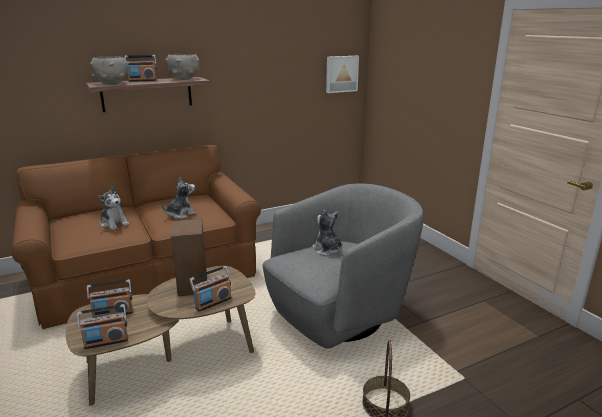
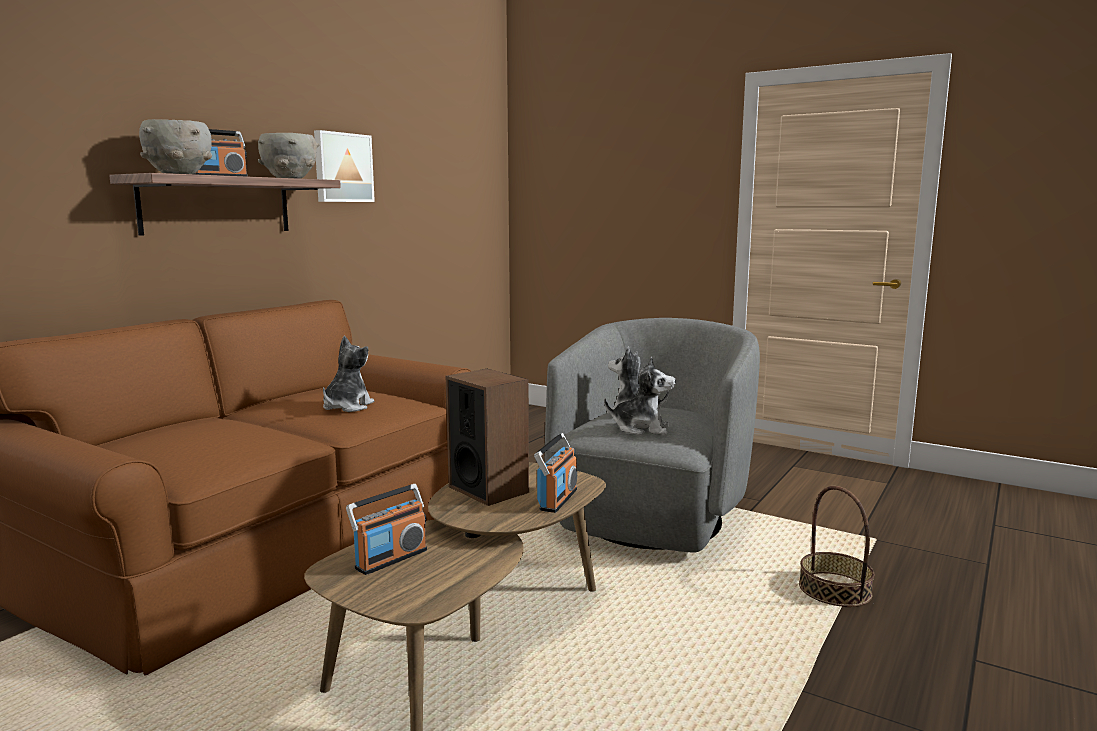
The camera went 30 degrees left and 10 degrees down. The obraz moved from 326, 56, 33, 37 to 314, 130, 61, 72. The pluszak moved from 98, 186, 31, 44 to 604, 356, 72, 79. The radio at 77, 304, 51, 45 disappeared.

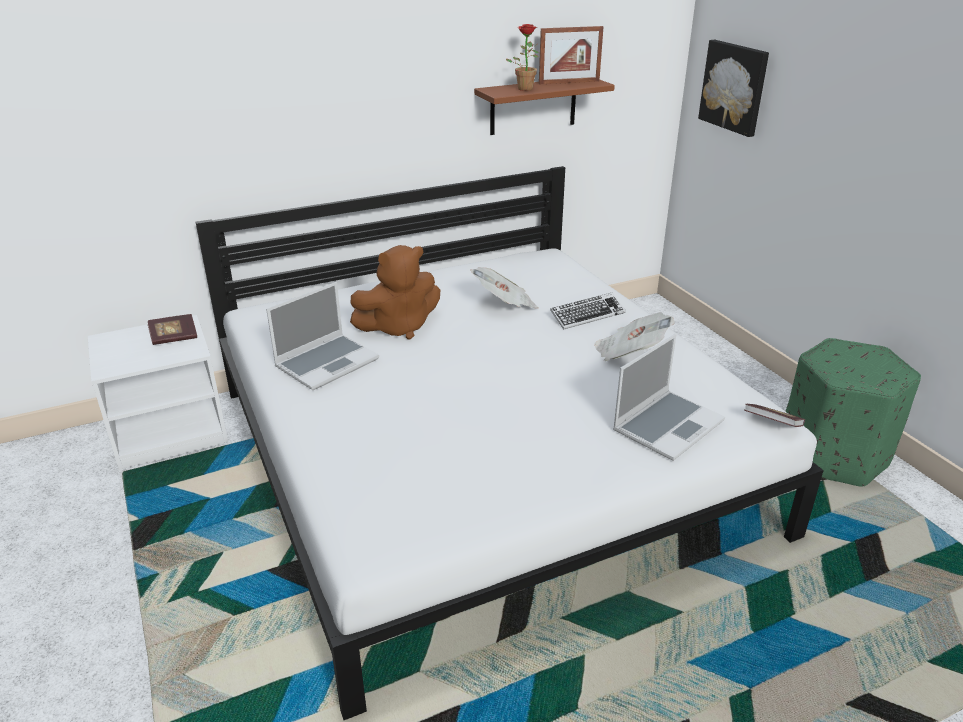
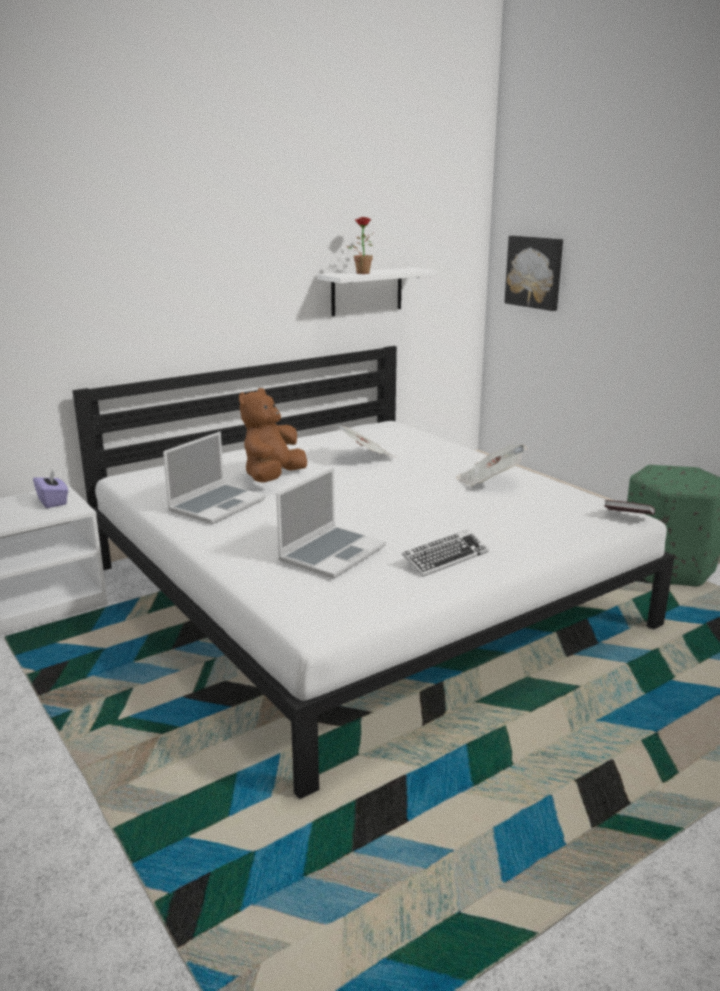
The camera went 10 degrees left and 10 degrees down. The książka at 148, 314, 49, 31 was replaced by the pudełko chusteczek/fioletowy at 33, 470, 35, 38. The pluszak/brązowy at 350, 245, 90, 95 turned 150 degrees clockwise. The laptop moved from 613, 334, 112, 127 to 276, 467, 110, 111. The półka/brązowy at 474, 80, 141, 55 became the półka/biały at 318, 267, 119, 49. The klawiatura moved from 550, 293, 76, 37 to 402, 529, 87, 48. The ramka na zdjęcie at 539, 26, 65, 58 disappeared.

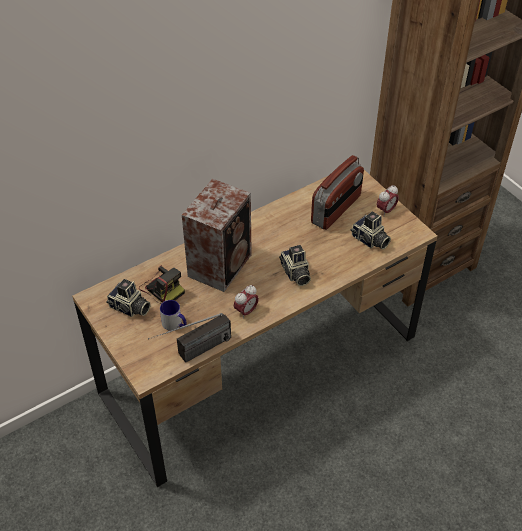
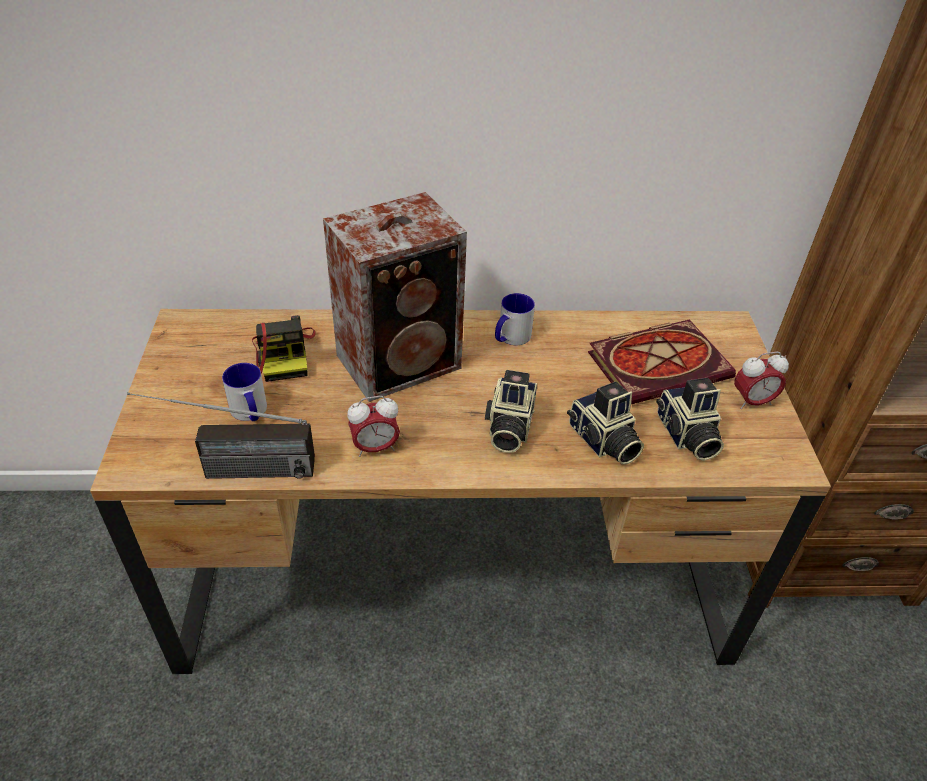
The camera went 30 degrees right and 5 degrees down. The kubek at 495, 293, 40, 52 appeared. The aparat fotograficzny moved from 106, 279, 44, 38 to 567, 381, 77, 84. The radio at 311, 155, 53, 75 was replaced by the książka at 588, 319, 148, 85.

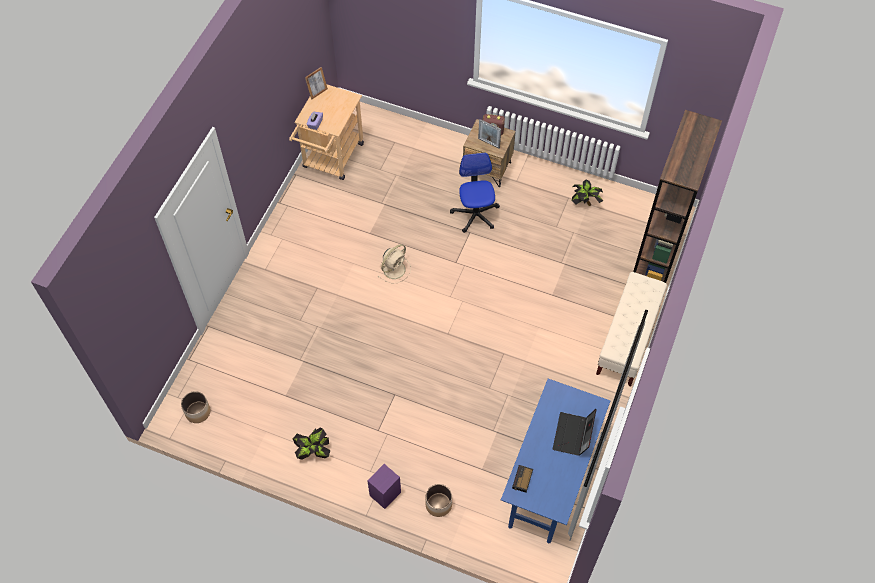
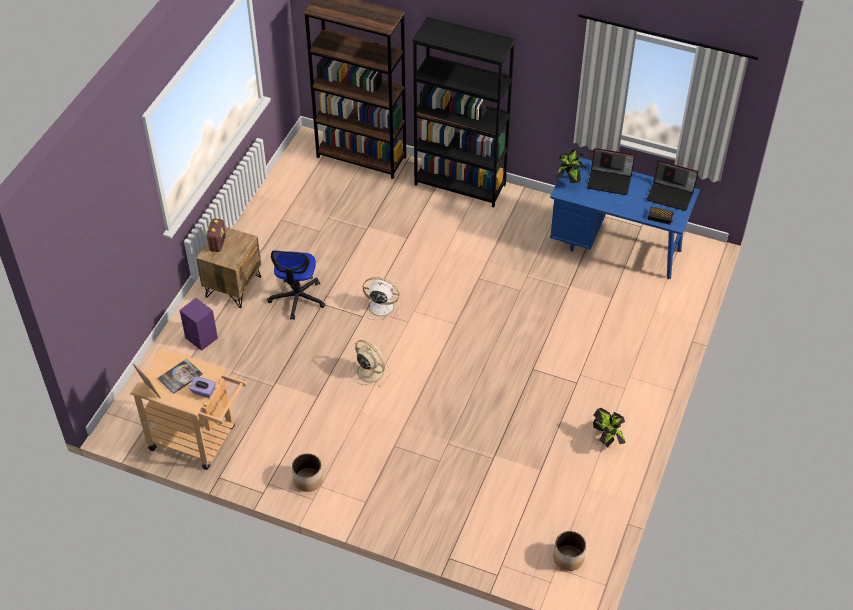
The camera went 90 degrees left and 10 degrees down. The książka at 158, 359, 45, 35 appeared. The głośnik/fioletowy moved from 367, 464, 34, 45 to 180, 298, 38, 53. The krzesło biurowe at 450, 152, 50, 81 turned 75 degrees counterclockwise. The donica moved from 425, 484, 27, 33 to 292, 453, 31, 39. The wentylator/biały at 362, 277, 38, 43 appeared. The ławka/beżowy at 596, 272, 71, 115 was replaced by the regał/czarny at 413, 17, 102, 190. The roślina doniczkowa moved from 572, 180, 31, 26 to 555, 149, 31, 34. The laptop at 647, 161, 51, 50 appeared. The ramka na zdjęcie at 478, 119, 23, 29 disappeared.

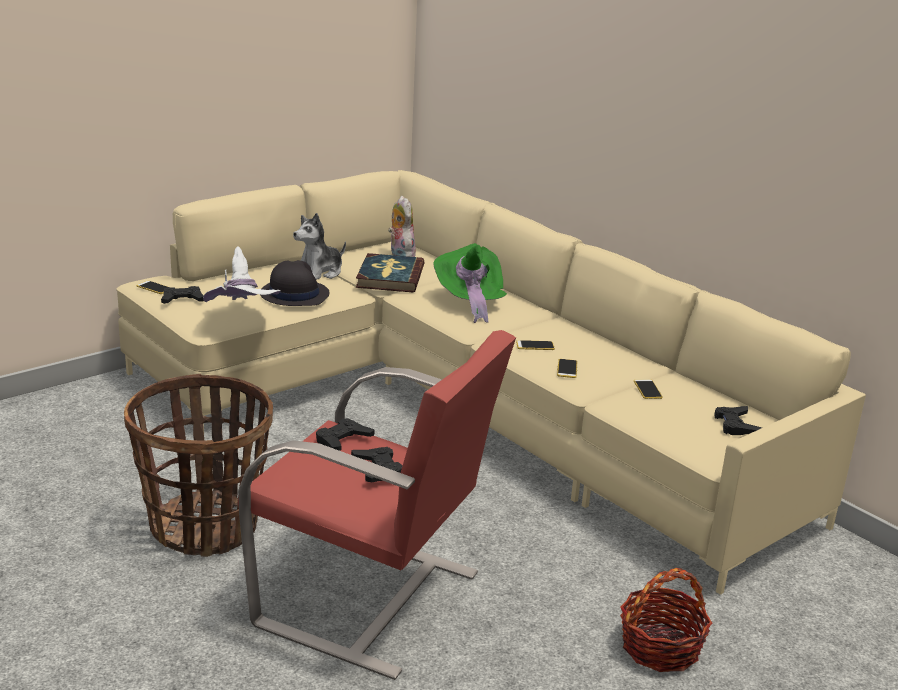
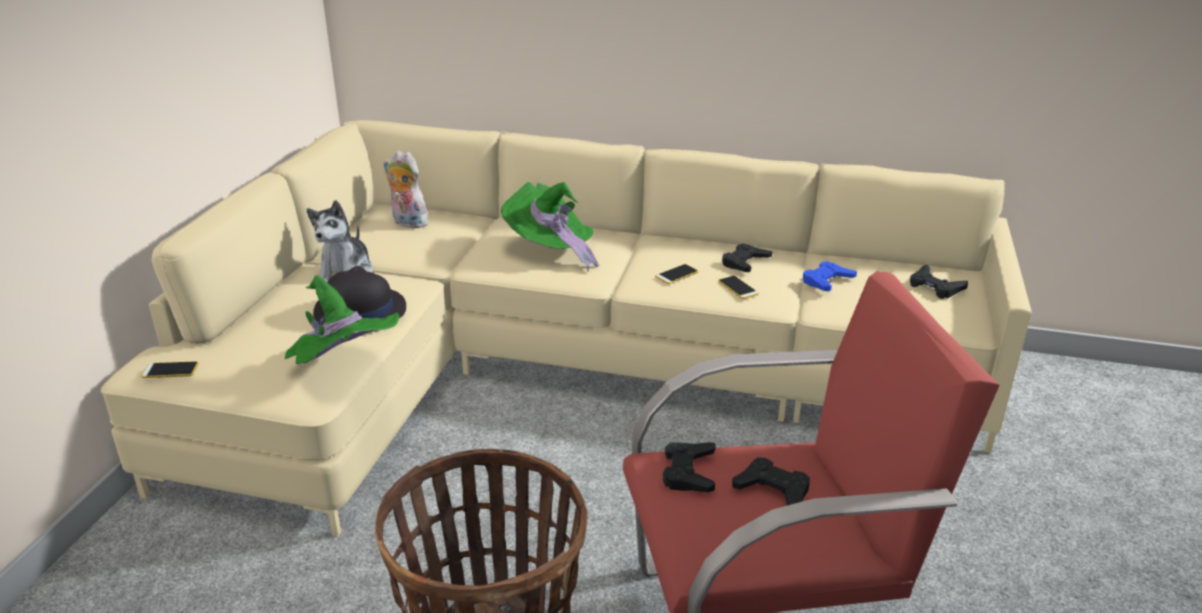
The camera went 35 degrees left and 5 degrees up. The kapelusz/biały at 203, 246, 78, 56 became the kapelusz/zielony at 285, 275, 114, 89. The pad do gier/czarny moved from 161, 286, 43, 18 to 722, 243, 51, 29. The telefon at 634, 379, 29, 20 was replaced by the pad do gier/niebieski at 803, 261, 54, 30. The książka at 356, 253, 69, 39 disappeared. The koszyk at 620, 568, 92, 104 disappeared.

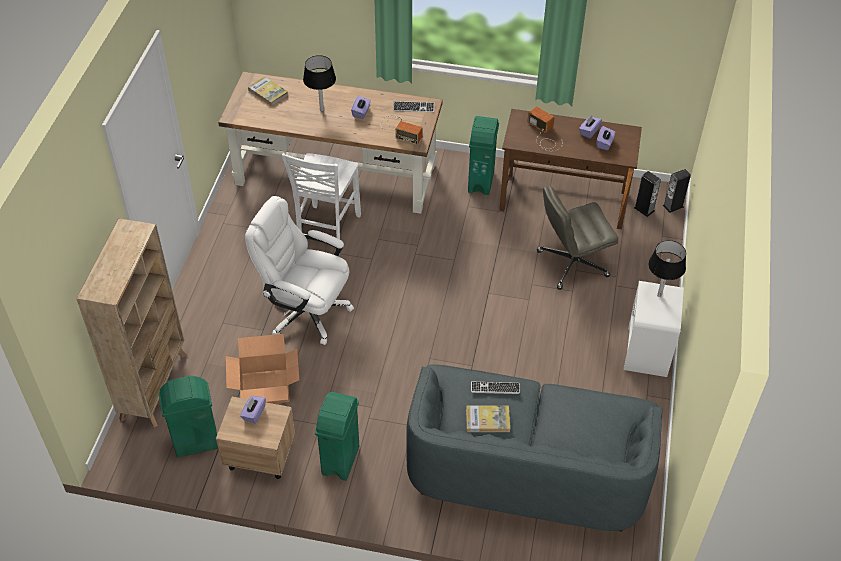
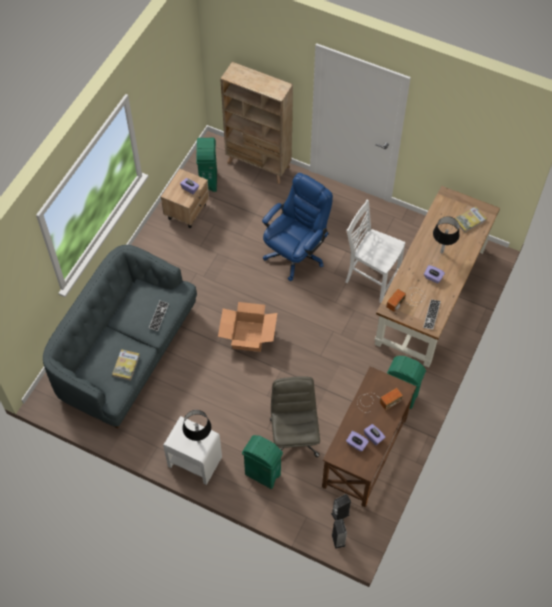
The camera went 105 degrees right and 10 degrees up. The książka moved from 466, 405, 44, 27 to 112, 349, 28, 32. The karton moved from 226, 334, 73, 70 to 218, 302, 59, 50. The kosz na śmieci/zielony moved from 315, 392, 44, 89 to 242, 435, 41, 54. The krzesło biurowe/biały at 245, 196, 109, 149 became the krzesło biurowe/niebieski at 262, 173, 71, 108.

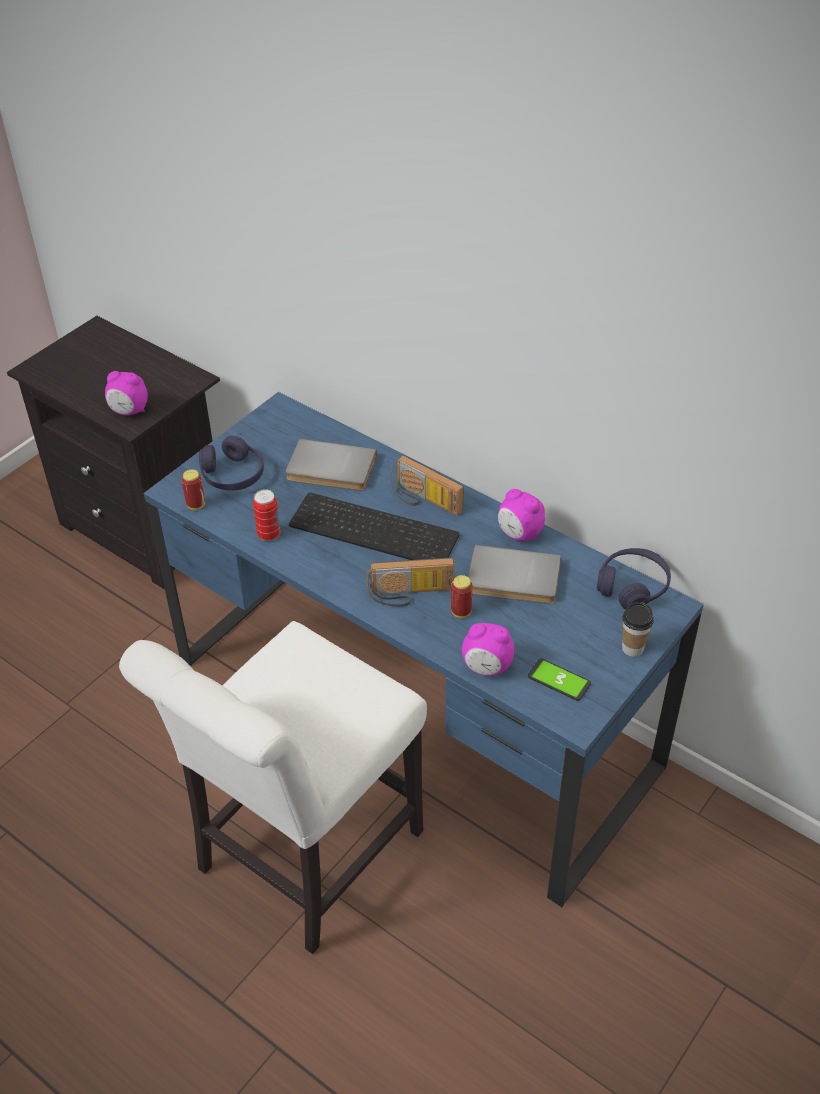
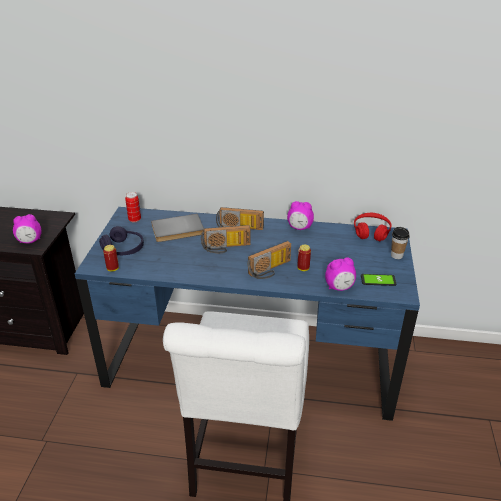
The camera went 30 degrees left and 10 degrees down. The puszka moved from 253, 489, 27, 52 to 125, 192, 16, 31. The klawiatura at 289, 492, 171, 68 was replaced by the radio at 201, 225, 49, 28. The słuchawki/fioletowy at 597, 548, 74, 62 became the słuchawki/czerwony at 354, 213, 38, 28. The książka/szary at 468, 545, 93, 59 disappeared.

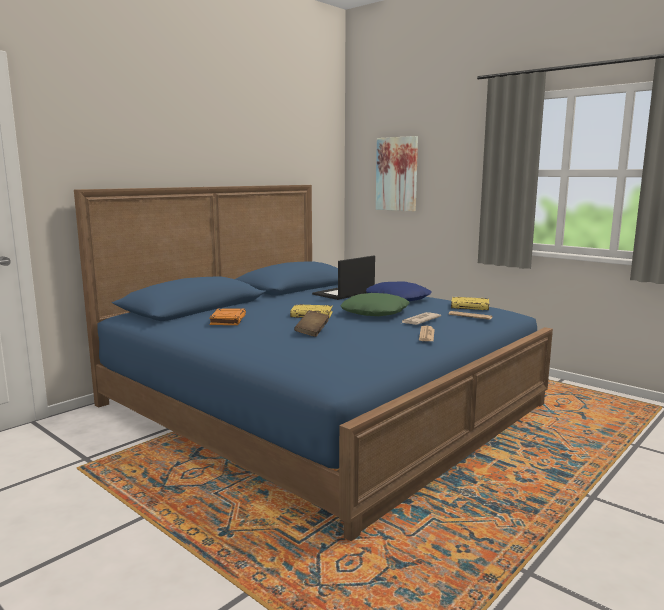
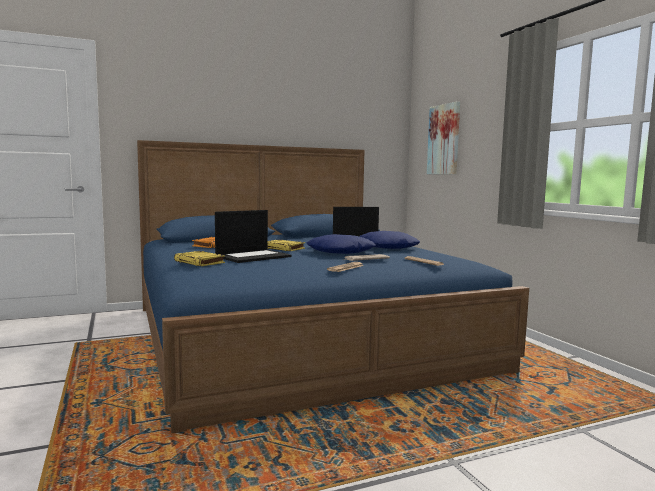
The camera went 25 degrees right and 5 degrees down. The książka/żółty moved from 451, 297, 38, 13 to 174, 251, 51, 15. The książka/brązowy at 294, 310, 35, 27 was replaced by the laptop at 215, 210, 76, 53. The poduszka/zielony at 340, 293, 70, 23 became the poduszka/niebieski at 306, 234, 70, 20.

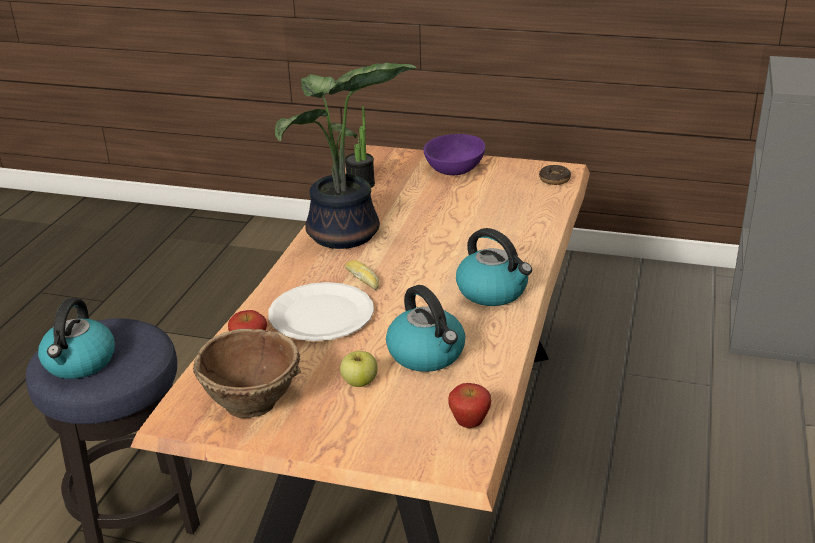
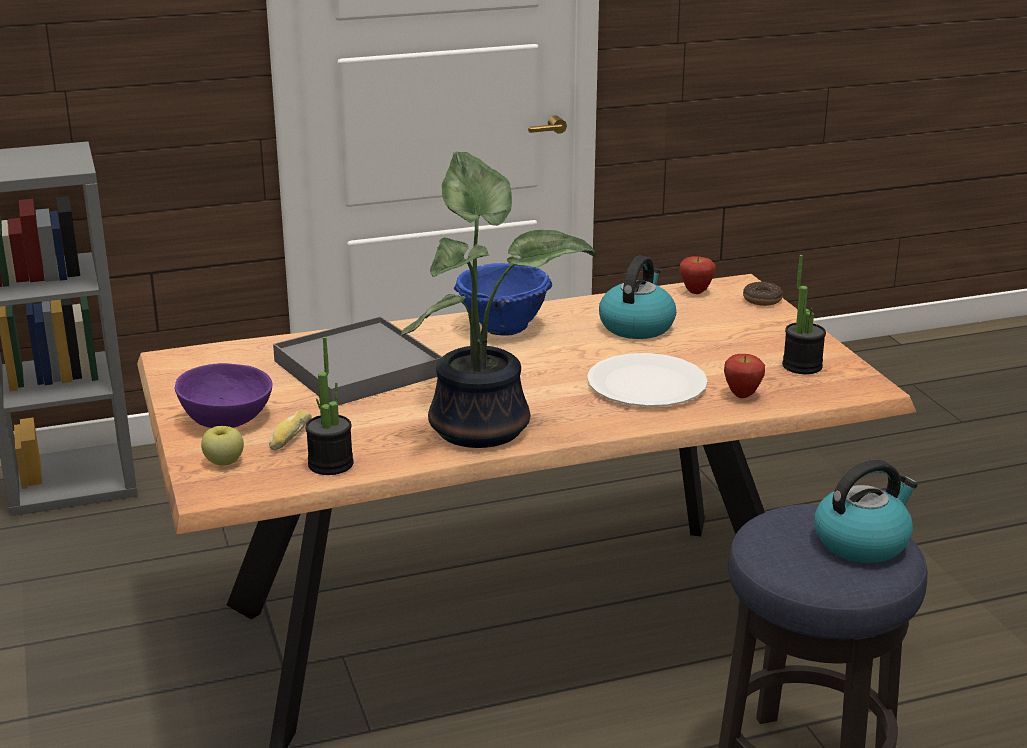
The camera went 125 degrees left and 5 degrees down. The jabłko moved from 340, 351, 38, 36 to 201, 426, 43, 40. The chleb moved from 345, 260, 34, 30 to 269, 411, 43, 40. The taca/szary at 273, 316, 169, 89 appeared. The czajnik at 456, 228, 76, 78 was replaced by the miska/niebieski at 454, 263, 98, 72. The donut moved from 539, 165, 32, 20 to 743, 282, 40, 24. The miska/brązowy at 193, 329, 108, 89 was replaced by the roślina doniczkowa at 782, 255, 44, 119.

